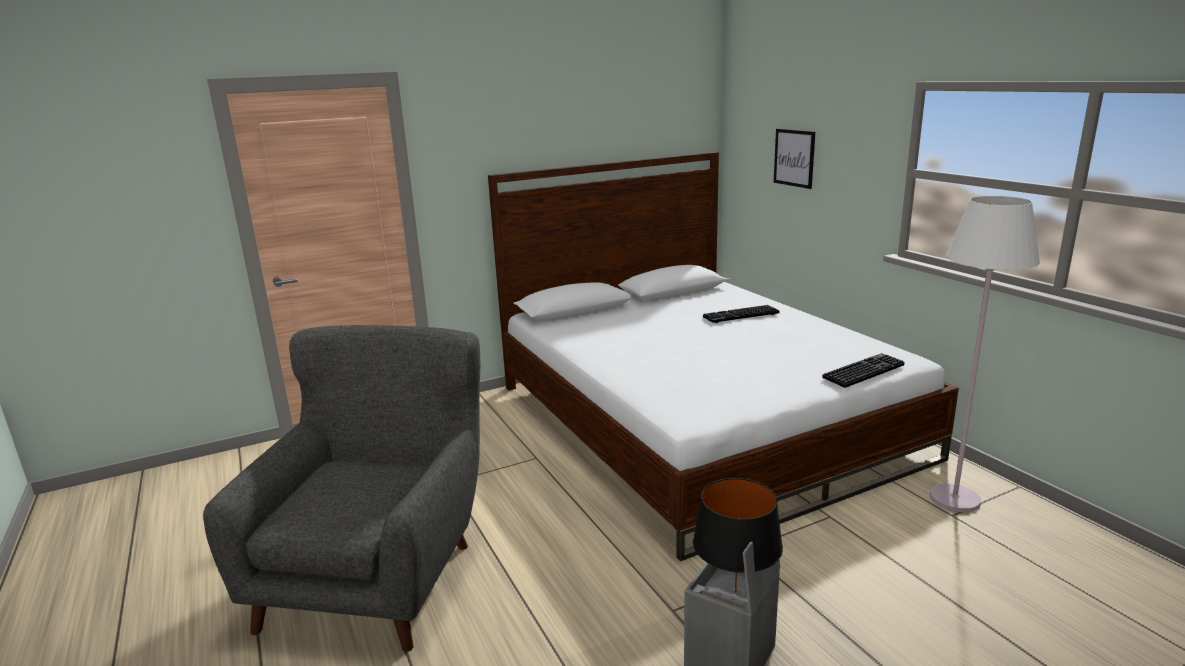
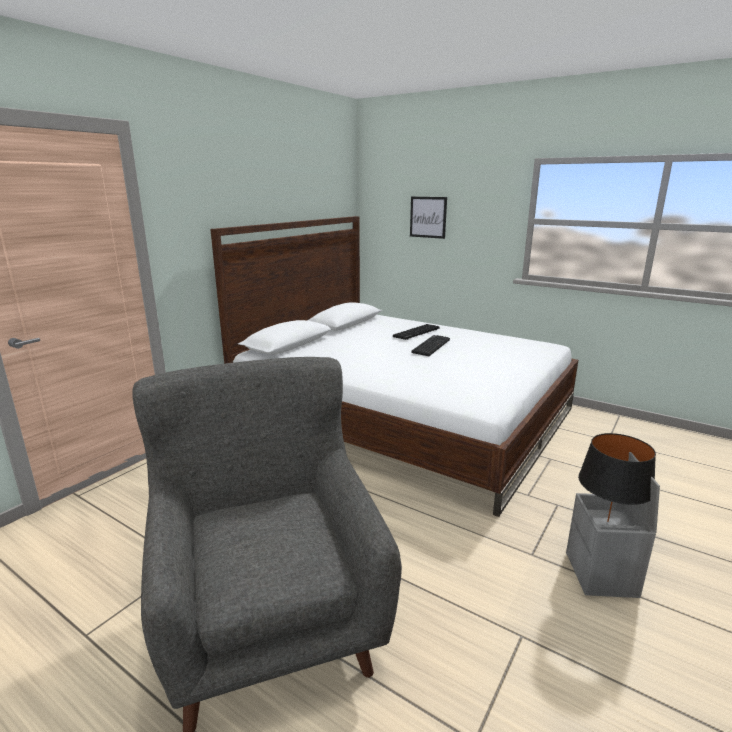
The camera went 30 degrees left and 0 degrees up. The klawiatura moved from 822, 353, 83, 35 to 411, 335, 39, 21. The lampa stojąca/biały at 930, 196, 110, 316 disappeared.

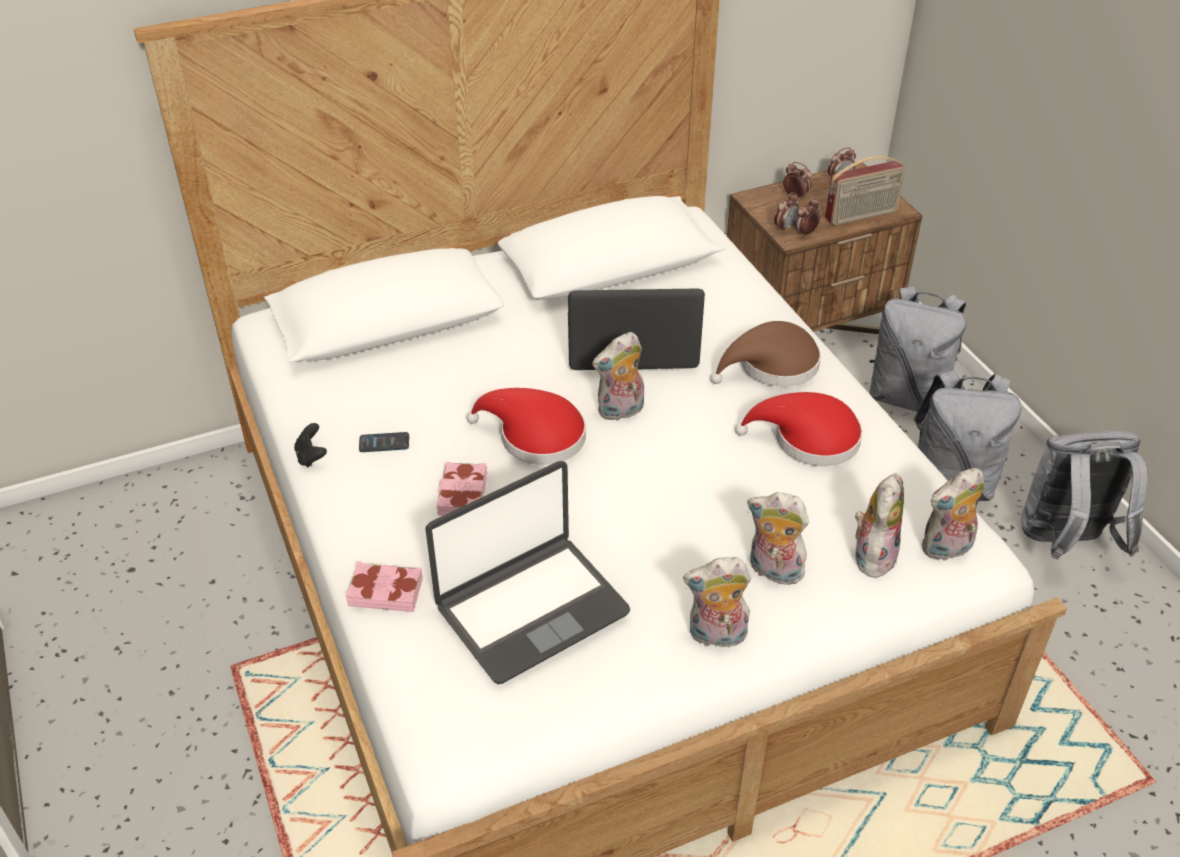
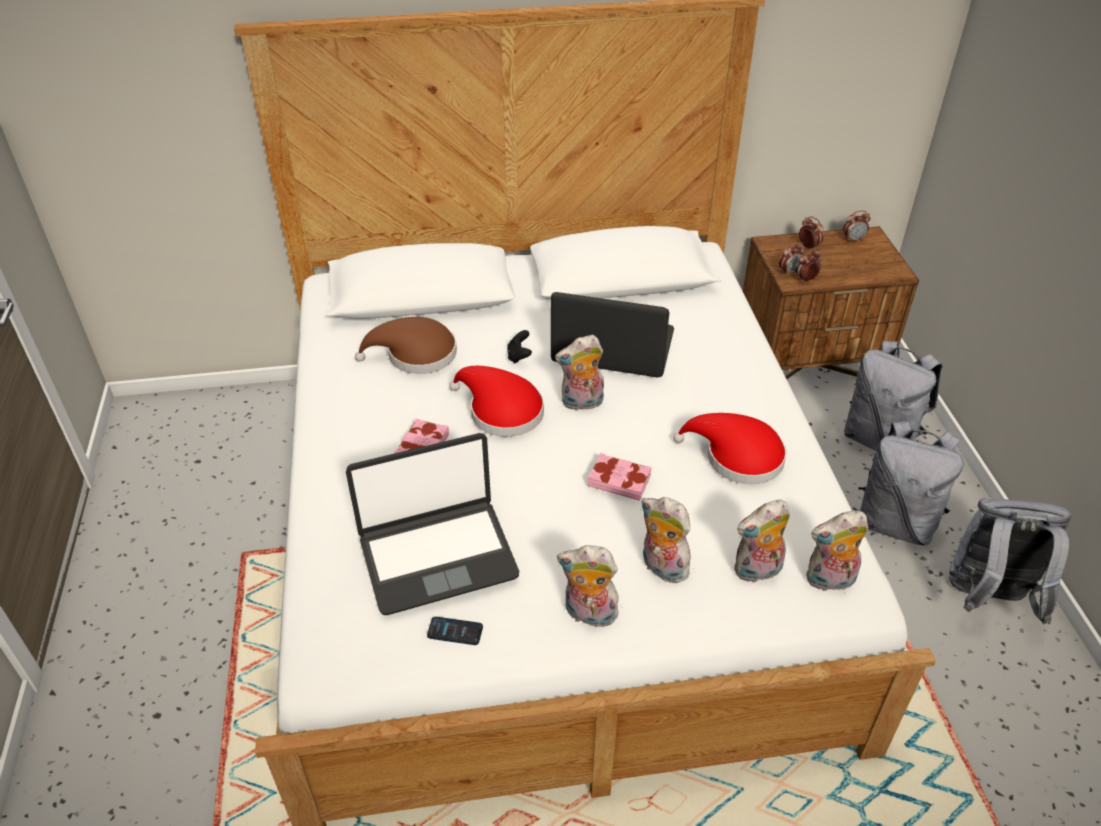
The camera went 15 degrees right and 0 degrees up. The kapelusz/brązowy moved from 710, 321, 111, 66 to 355, 317, 102, 57. The telefon moved from 359, 432, 50, 20 to 427, 617, 56, 28. The pad do gier/czarny moved from 294, 423, 33, 44 to 507, 330, 25, 34. The książka/różowy moved from 346, 562, 77, 50 to 588, 453, 64, 48. The pluszak at 855, 473, 49, 105 turned 150 degrees counterclockwise. The radio at 825, 156, 81, 70 disappeared.

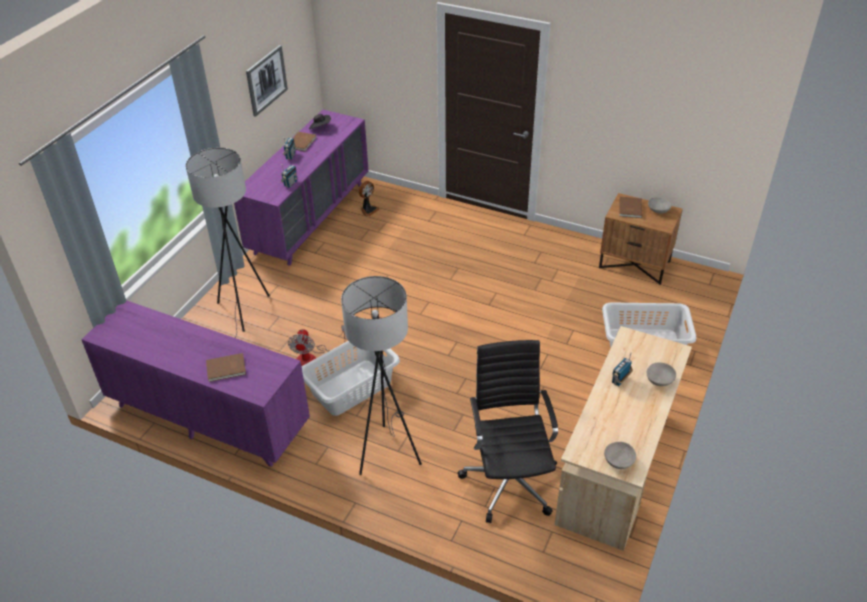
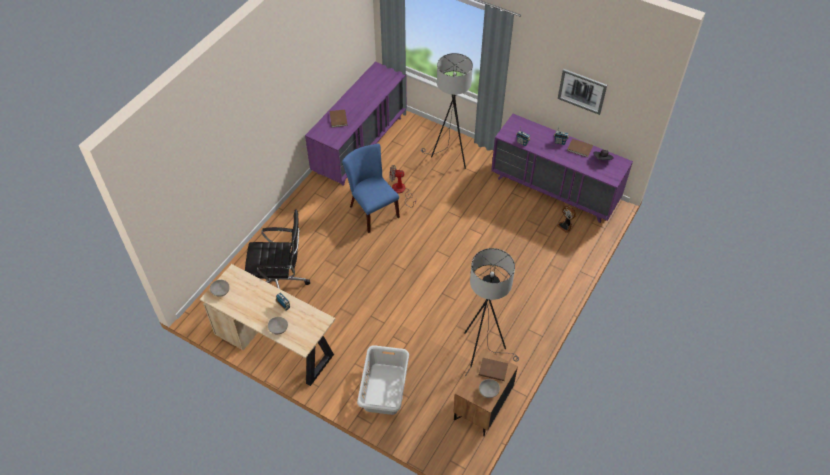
The camera went 95 degrees right and 10 degrees up. The kosz na pranie/szary at 302, 341, 98, 75 was replaced by the krzesło/niebieski at 342, 144, 58, 89. The lampa stojąca/szary moved from 341, 276, 81, 199 to 464, 248, 55, 119.

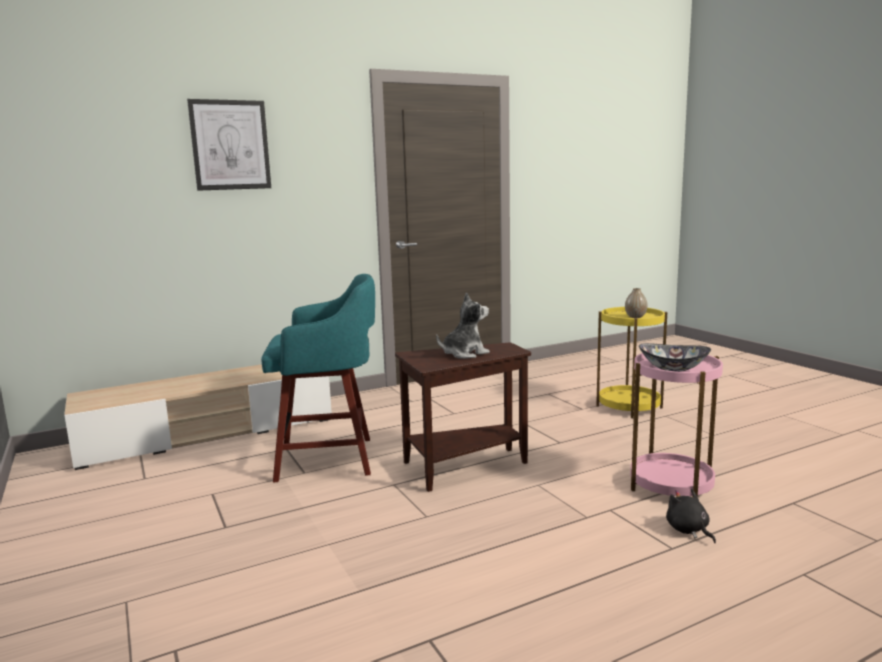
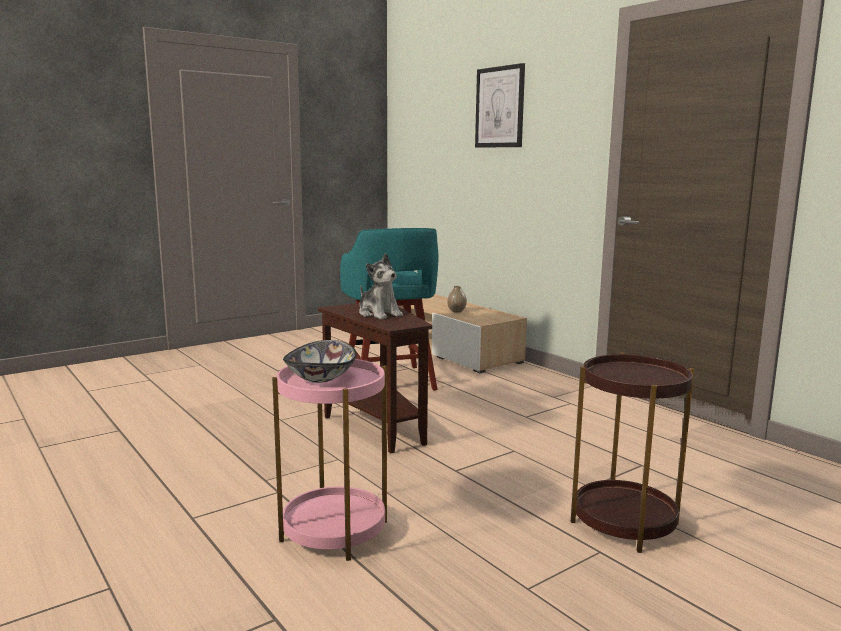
The camera went 80 degrees right and 0 degrees up. The wazon moved from 625, 288, 23, 30 to 447, 286, 20, 26. The stolik/żółty at 596, 307, 71, 111 became the stolik/brązowy at 571, 352, 123, 201. The pluszak/czarny at 666, 489, 50, 54 disappeared.

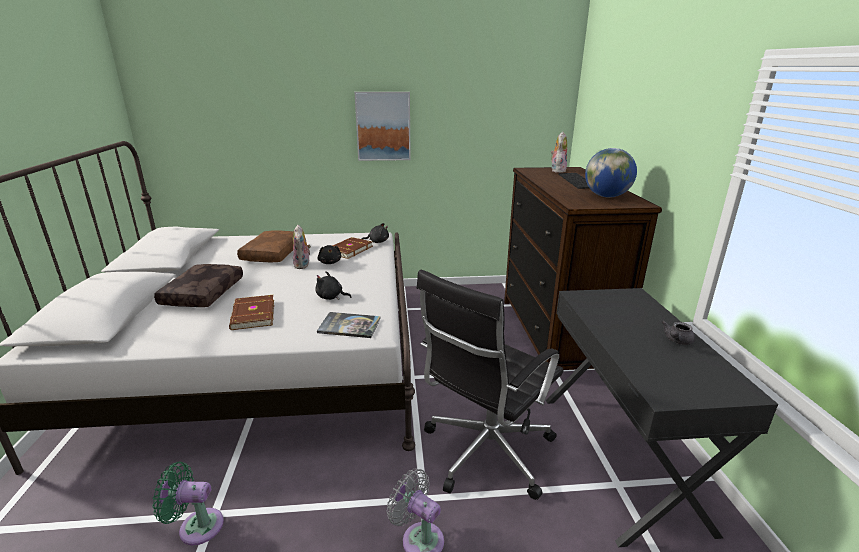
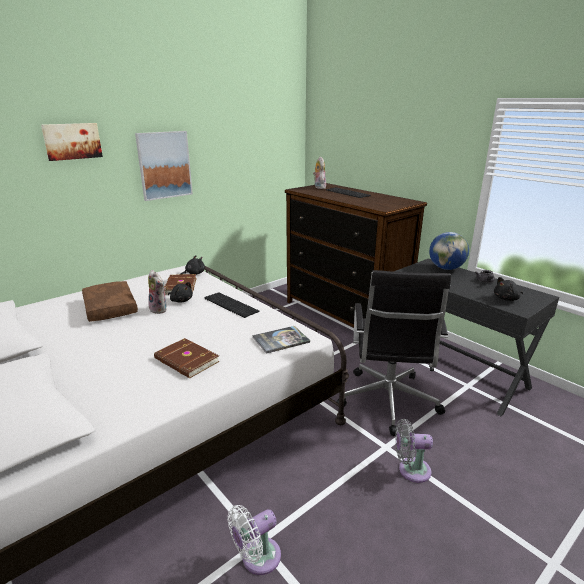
The camera went 35 degrees left and 0 degrees up. The obraz at 41, 123, 62, 38 appeared. The klawiatura at 204, 292, 55, 26 appeared. The wentylator/zielony at 152, 462, 72, 84 became the wentylator/biały at 228, 505, 53, 70. The globus moved from 585, 148, 52, 49 to 429, 232, 40, 38. The pluszak/czarny moved from 315, 271, 37, 29 to 494, 277, 29, 24. The poduszka/brązowy at 154, 264, 89, 43 disappeared.

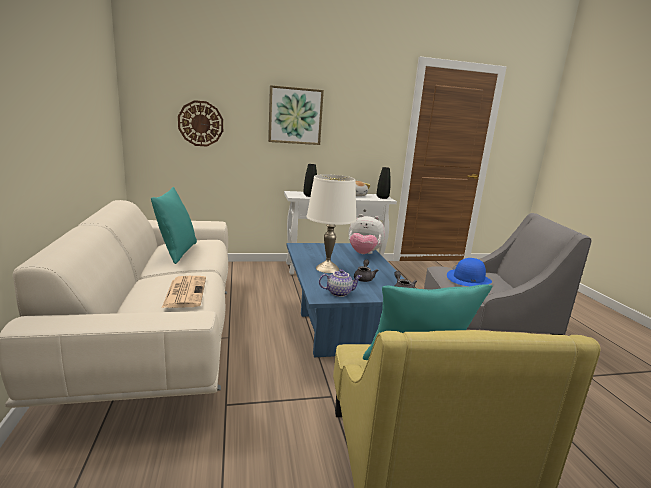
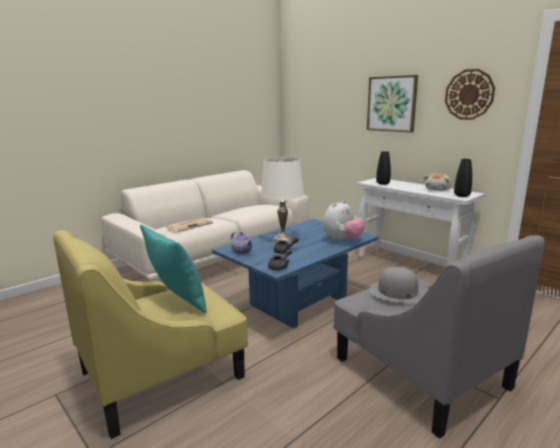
The camera went 60 degrees right and 0 degrees up. The pluszak at 349, 214, 36, 40 turned 120 degrees counterclockwise. The kapelusz/niebieski at 447, 258, 45, 28 became the kapelusz/szary at 369, 267, 57, 37. The zegar ścienny moved from 178, 100, 45, 46 to 445, 69, 50, 51. The poduszka/turkusowy at 151, 187, 46, 77 disappeared.

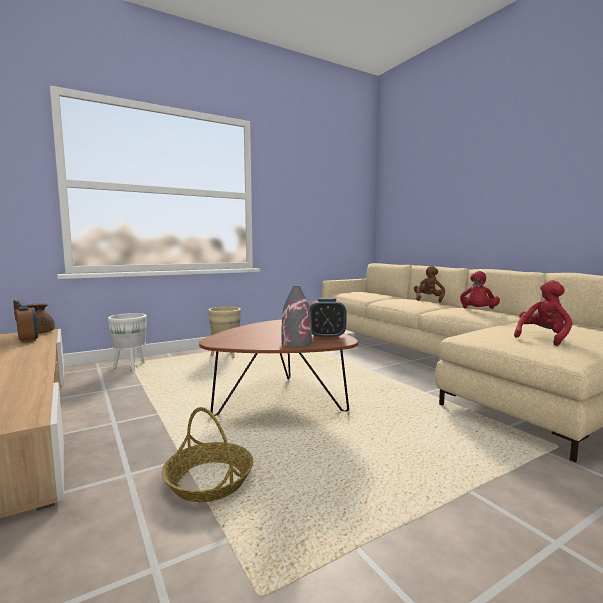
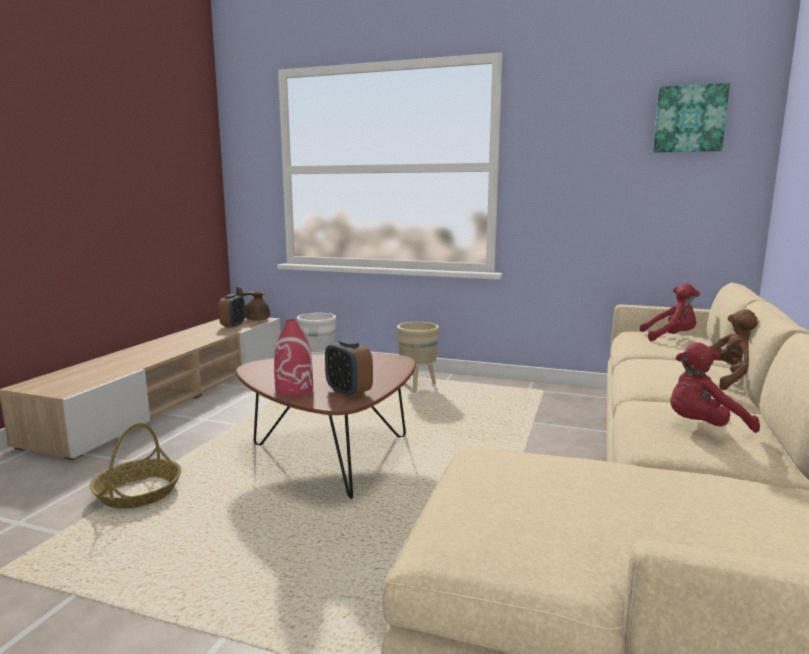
The camera went 50 degrees right and 5 degrees up. The wazon/szary at 282, 286, 30, 61 became the wazon/czerwony at 274, 319, 39, 77. The pluszak/czerwony moved from 514, 280, 59, 66 to 640, 284, 60, 57. The obraz at 653, 83, 77, 70 appeared.

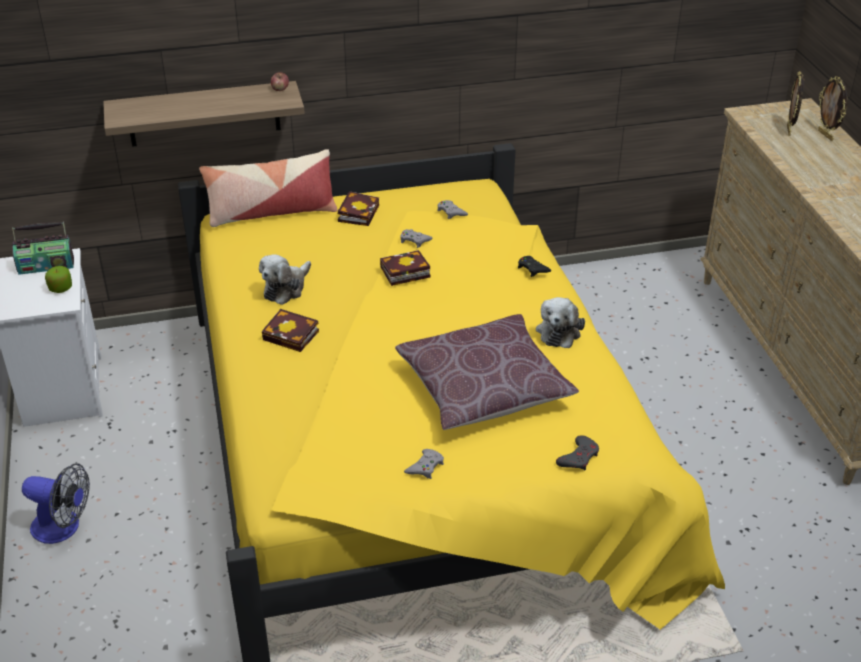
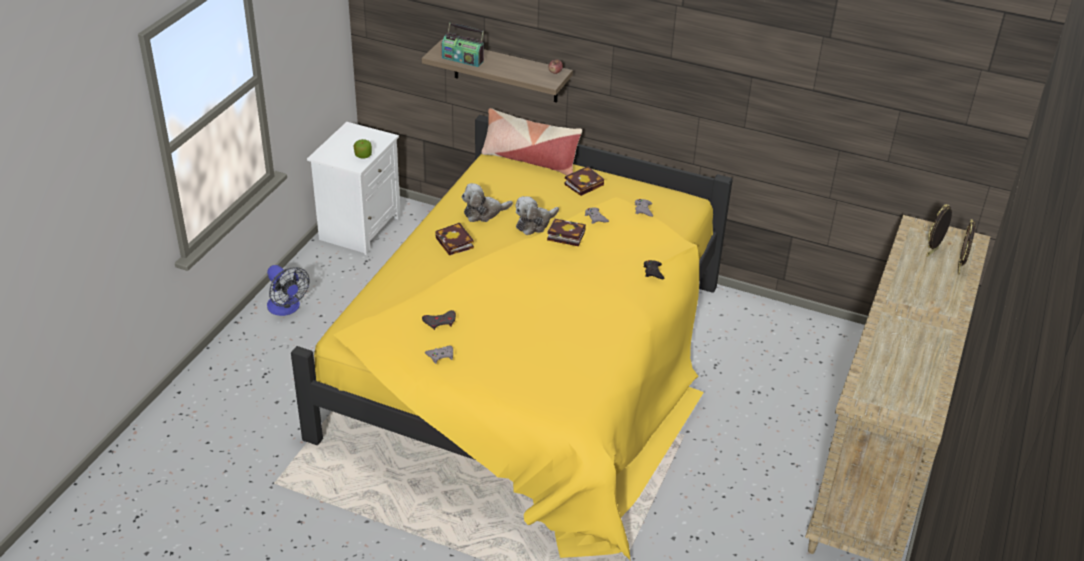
The camera went 35 degrees right and 0 degrees up. The pad do gier/szary moved from 556, 435, 43, 35 to 422, 310, 34, 20. The radio moved from 12, 222, 62, 53 to 442, 23, 42, 44. The pluszak moved from 536, 297, 49, 51 to 515, 196, 44, 39. The poduszka/brązowy at 395, 314, 184, 116 disappeared.

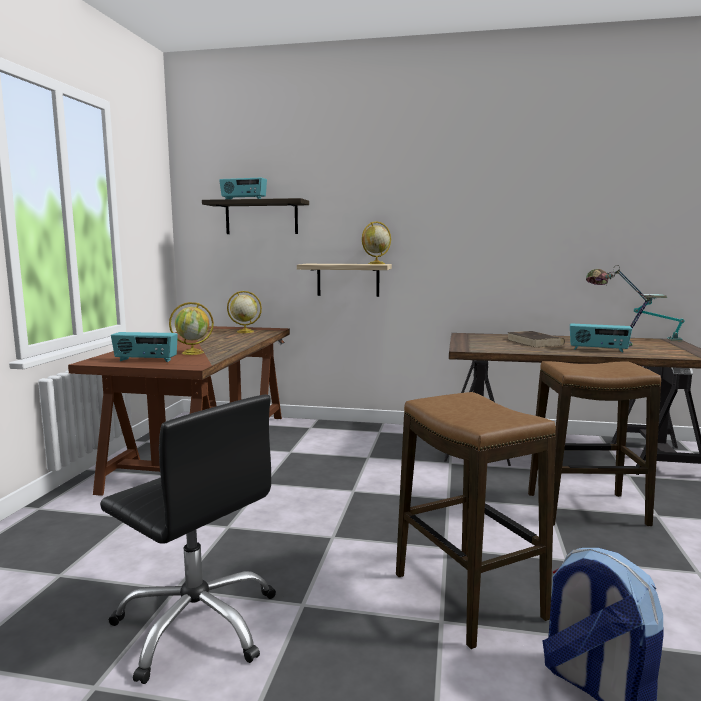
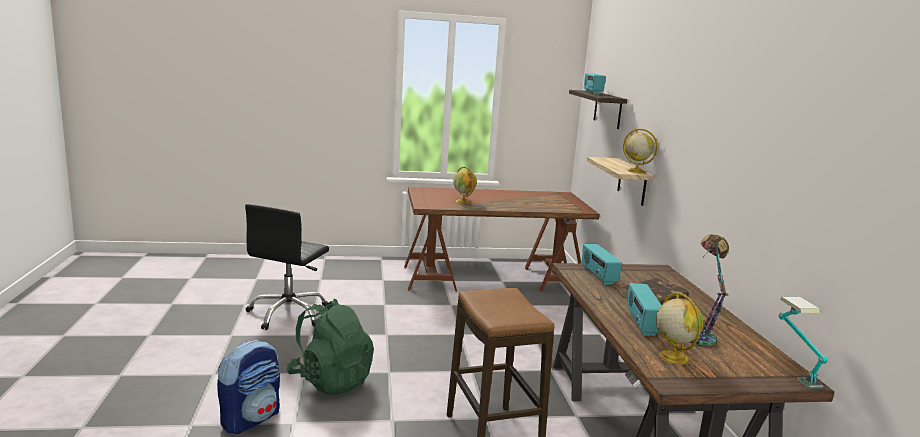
The camera went 70 degrees right and 5 degrees up. The stołek at 396, 392, 160, 257 was replaced by the plecak/zielony at 286, 299, 88, 96. The radio moved from 111, 332, 67, 30 to 582, 244, 40, 41. The globus moved from 227, 291, 35, 42 to 656, 292, 47, 73.

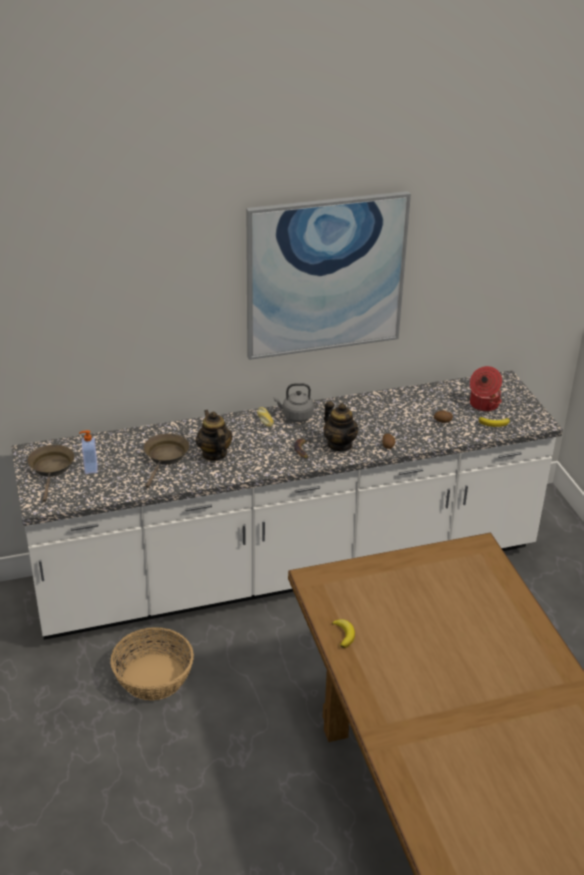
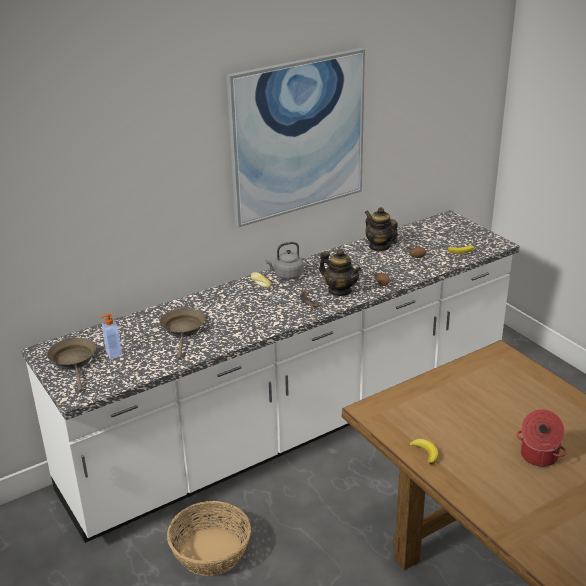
The camera went 15 degrees left and 5 degrees down. The imbryk moved from 196, 410, 37, 51 to 365, 207, 33, 44. The garnek moved from 470, 366, 32, 46 to 516, 409, 51, 58.

